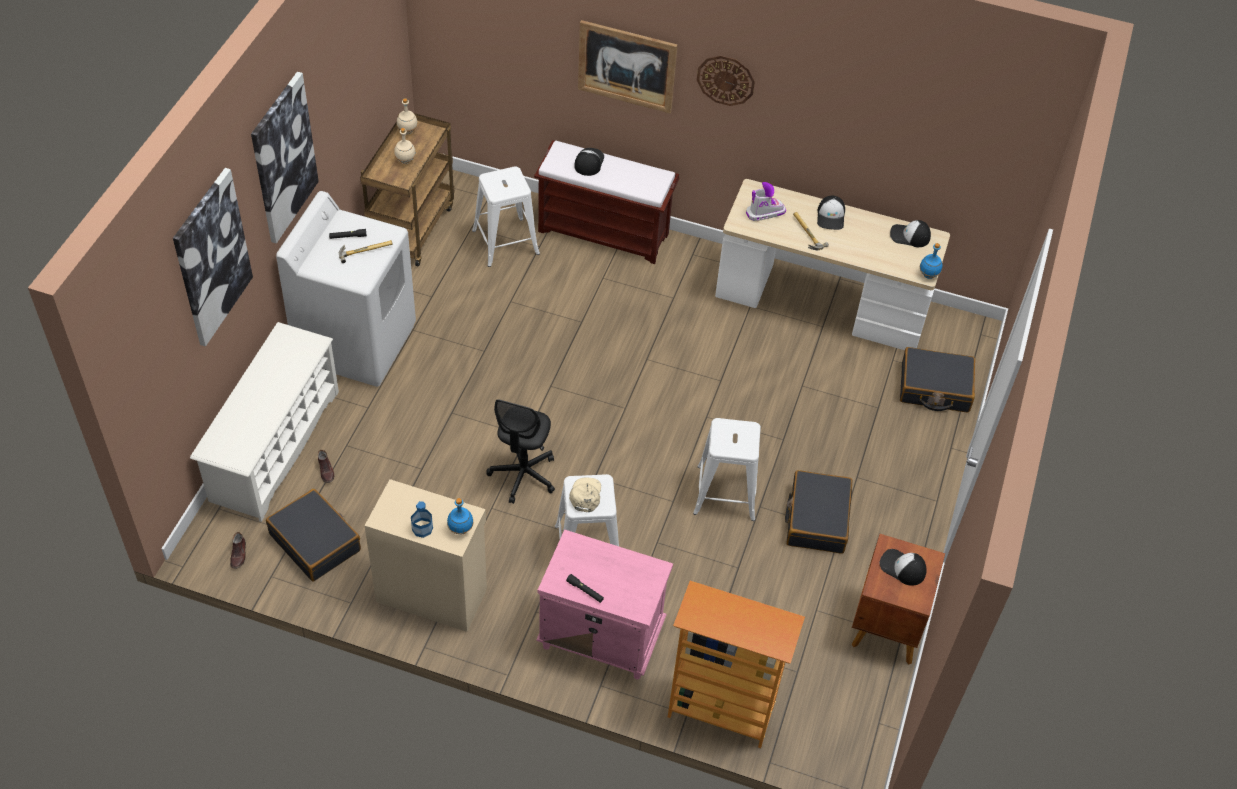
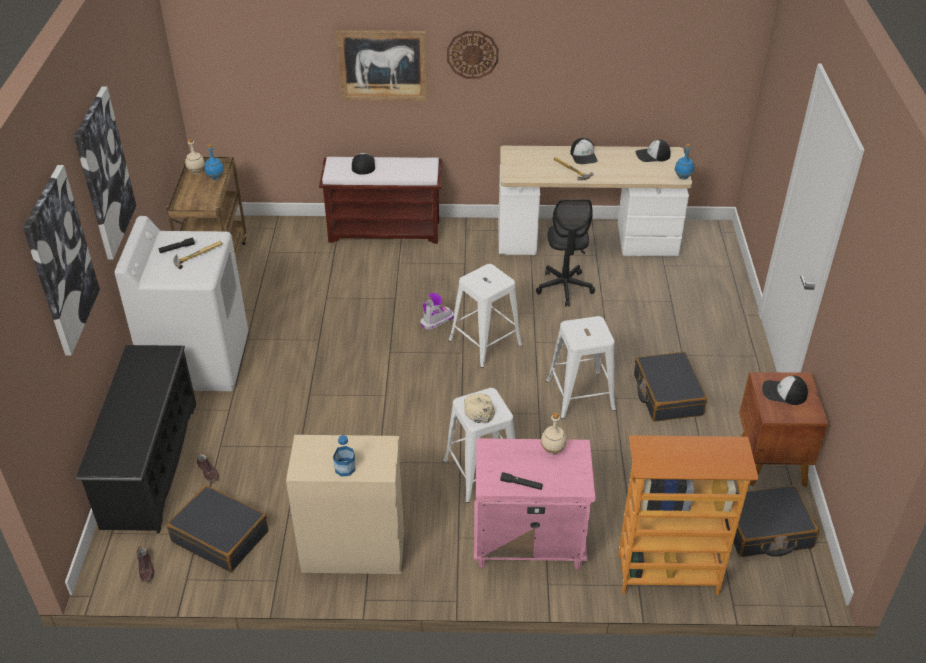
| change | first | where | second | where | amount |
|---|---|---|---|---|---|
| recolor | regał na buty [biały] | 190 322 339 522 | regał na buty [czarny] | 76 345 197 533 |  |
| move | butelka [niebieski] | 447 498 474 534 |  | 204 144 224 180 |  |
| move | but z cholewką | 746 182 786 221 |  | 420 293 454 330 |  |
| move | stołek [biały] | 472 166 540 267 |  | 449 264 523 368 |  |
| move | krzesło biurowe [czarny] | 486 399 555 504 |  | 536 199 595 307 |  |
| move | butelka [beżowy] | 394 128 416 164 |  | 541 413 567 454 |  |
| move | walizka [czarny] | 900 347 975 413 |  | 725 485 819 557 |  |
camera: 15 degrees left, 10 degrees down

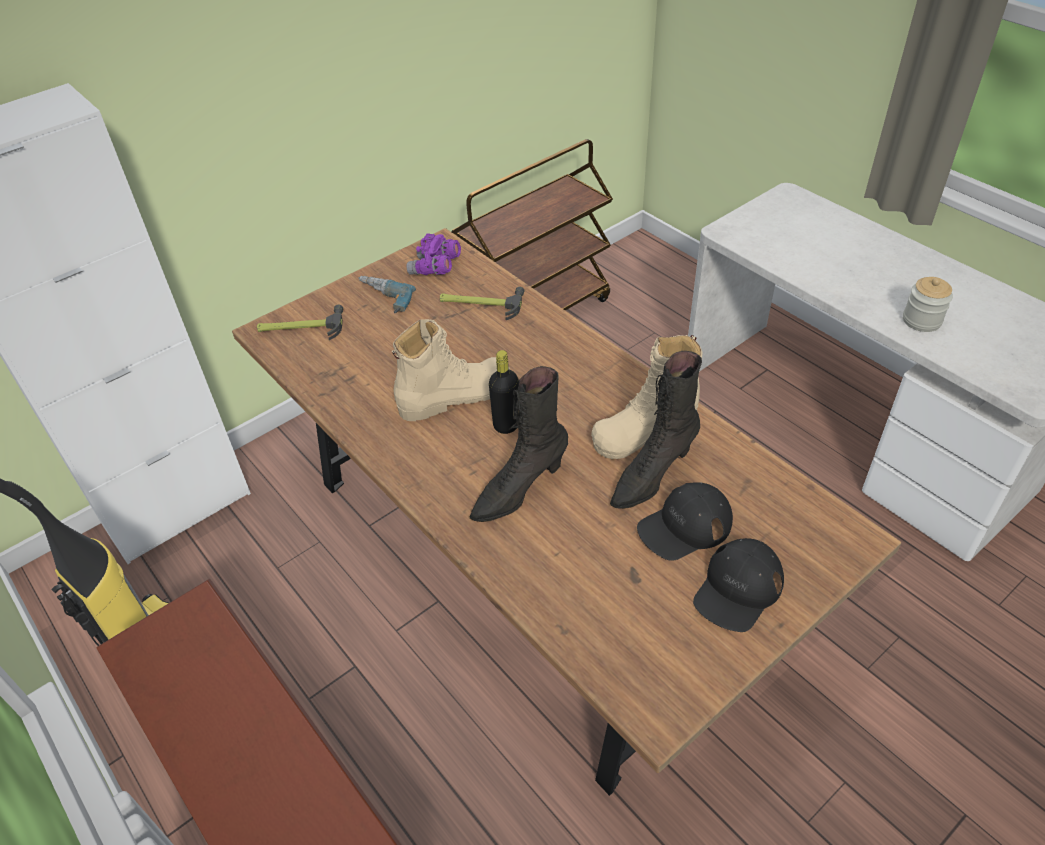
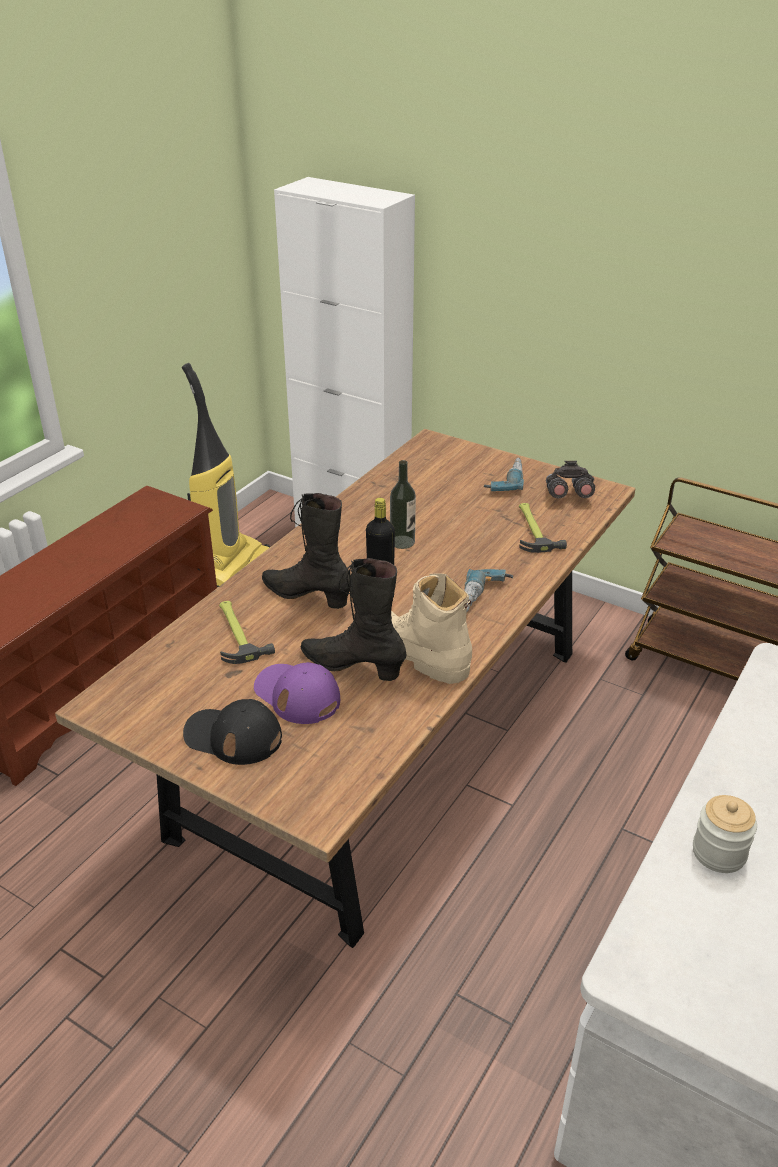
| change | first | where | second | where | amount |
|---|---|---|---|---|---|
| move | młotek | 257 304 343 340 |  | 219 601 275 664 |  |
| recolor | czapka z daszkiem [czarny] | 637 482 733 561 | czapka z daszkiem [fioletowy] | 254 662 340 724 |  |
| replace | but z cholewką [beżowy] | 392 319 510 421 | butelka | 390 460 416 549 |  |
| insert |  |  | wiertarka | 464 569 513 612 |  |
| recolor | lornetka [fioletowy] | 406 233 461 275 | lornetka [szary] | 546 461 595 498 |  |
camera: 70 degrees right, 10 degrees down

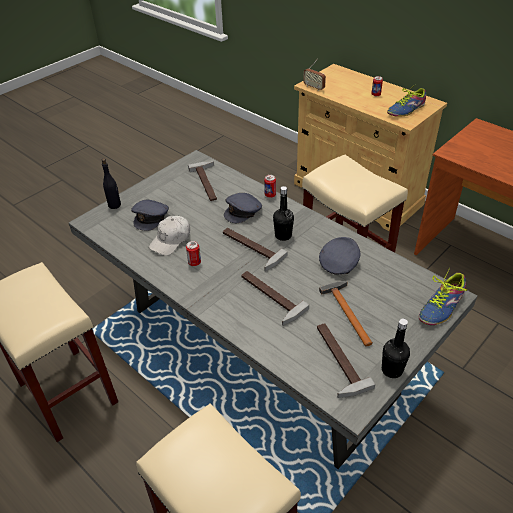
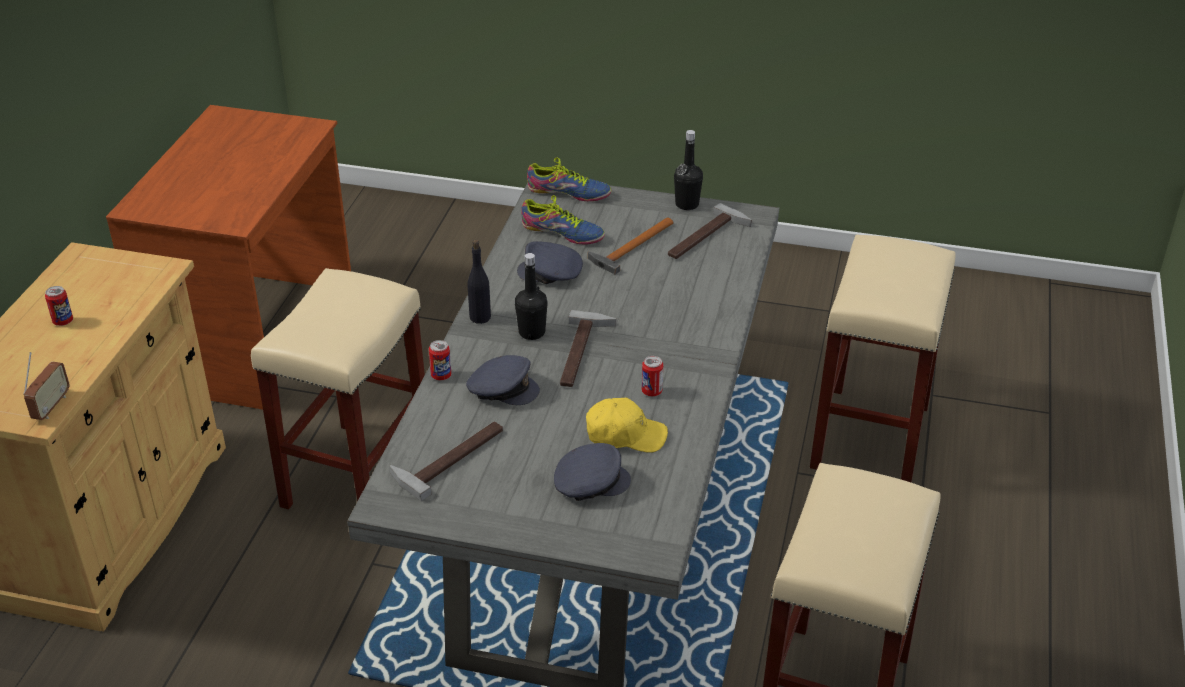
| change | first | where | second | where | amount |
|---|---|---|---|---|---|
| move | butelka [czarny] | 102 158 121 209 |  | 467 240 491 324 |  |
| move | but | 387 84 426 117 |  | 521 195 605 244 |  |
| recolor | czapka z daszkiem [biały] | 149 216 190 256 | czapka z daszkiem [żółty] | 586 398 668 453 |  |
| delete | młotek | 241 271 309 326 |  |  |  |
camera: 120 degrees left, 5 degrees down

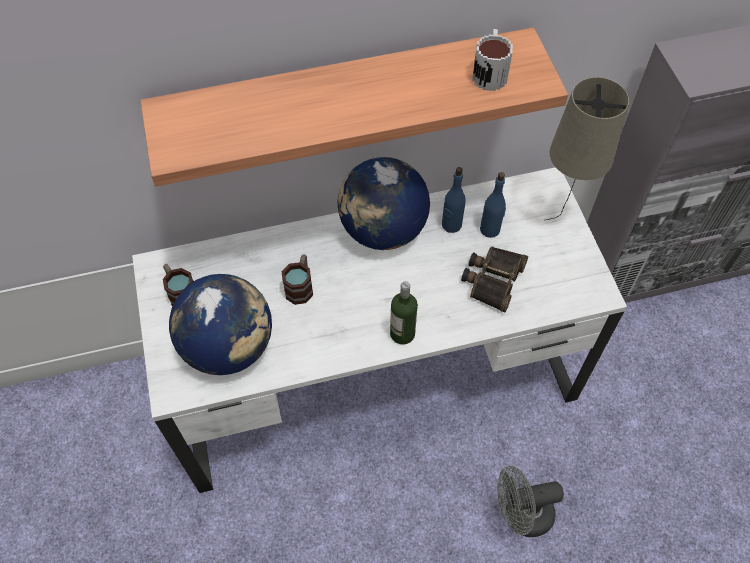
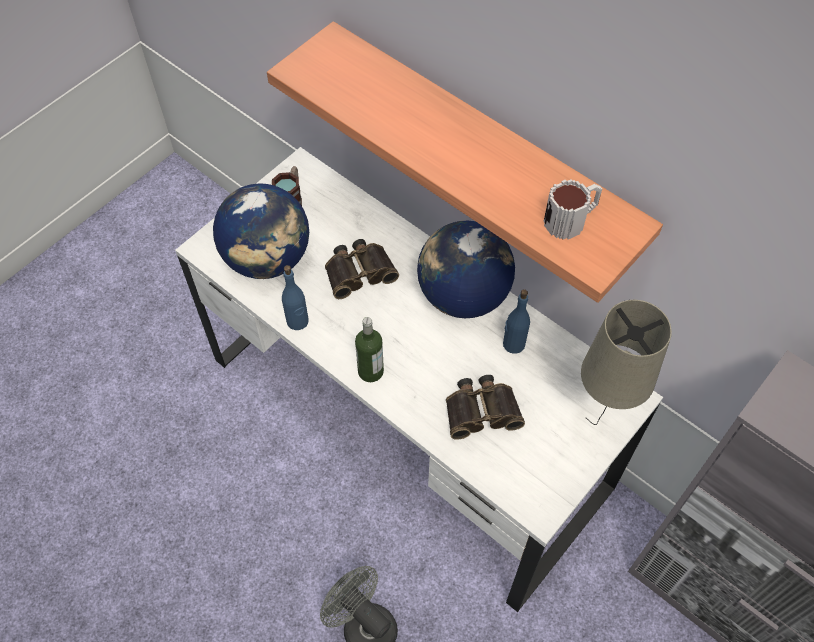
| change | first | where | second | where | amount |
|---|---|---|---|---|---|
| move | butelka [niebieski] | 480 172 506 238 |  | 282 265 309 330 |  |
| replace | kubek | 282 254 313 305 | lornetka | 325 239 399 299 |  |
camera: 55 degrees right, 0 degrees up

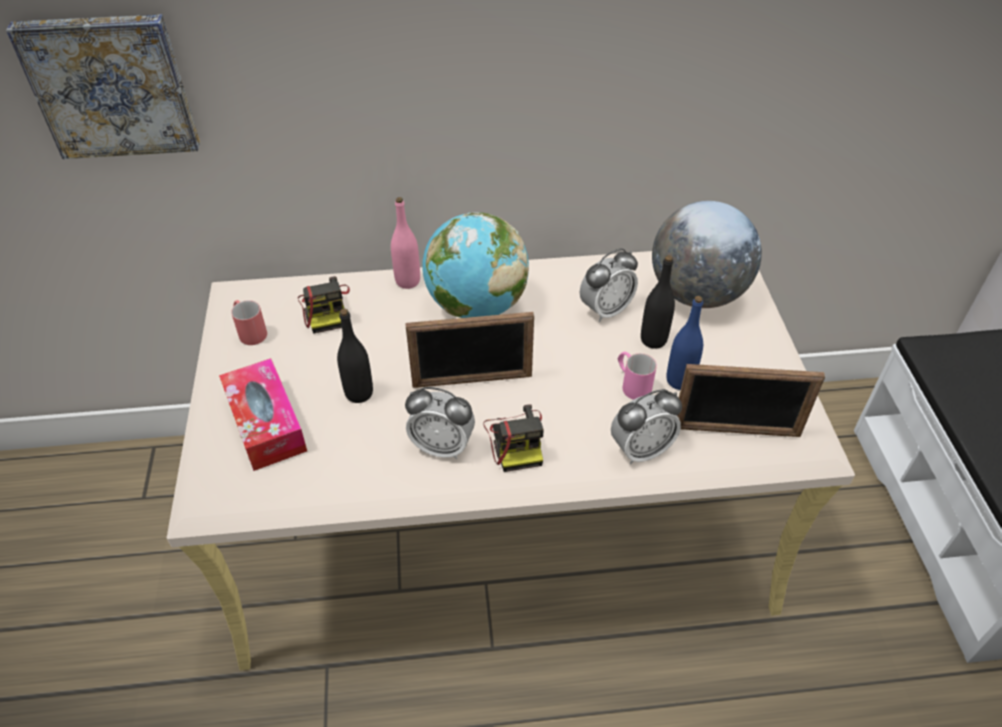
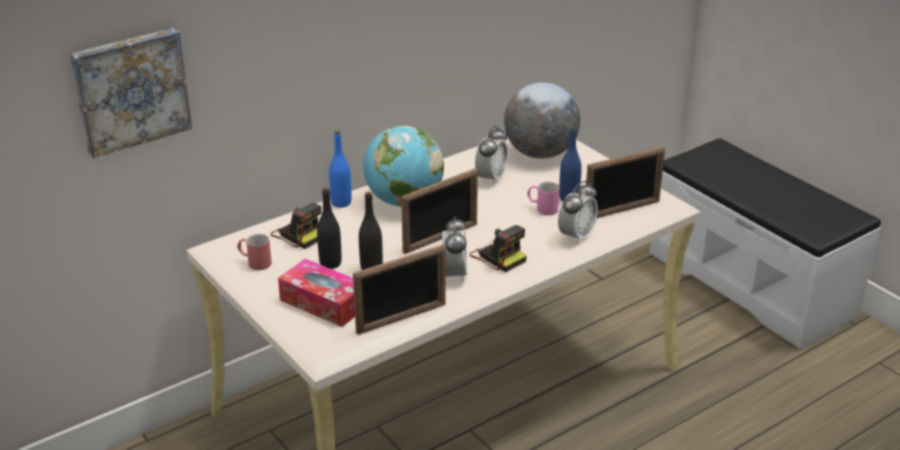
| change | first | where | second | where | amount |
|---|---|---|---|---|---|
| move | butelka [czarny] | 641 255 675 349 |  | 317 187 342 269 |  |
| recolor | butelka [różowy] | 391 197 420 289 | butelka [niebieski] | 329 131 351 208 |  |
| insert |  |  | ramka na zdjęcie | 353 244 446 335 |  |
| rotate | budzik | 405 387 475 459 |  | 442 216 468 282 | 75 degrees counterclockwise |
camera: 30 degrees left, 15 degrees down

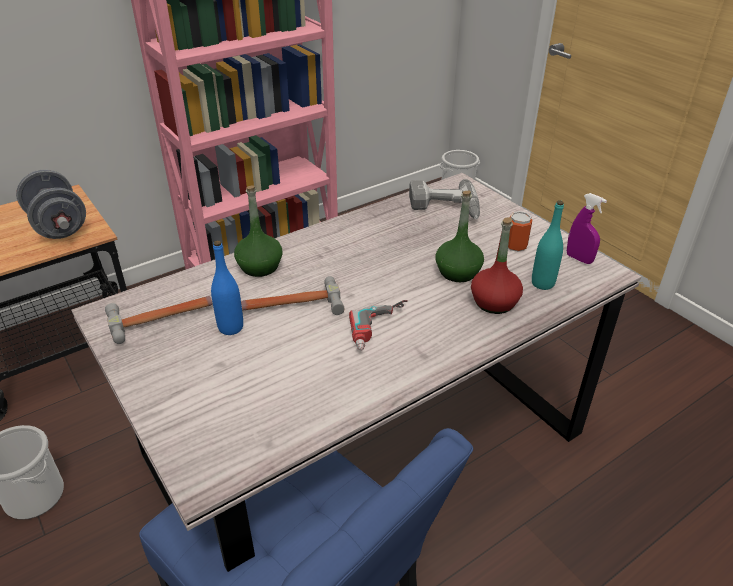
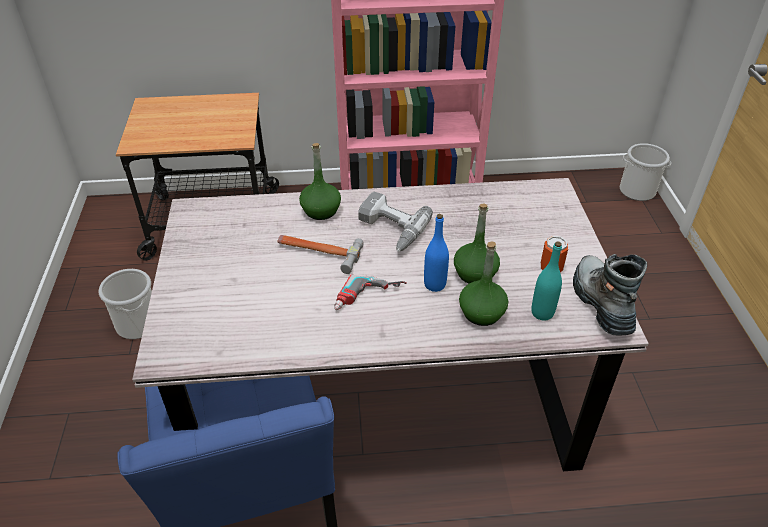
| change | first | where | second | where | amount |
|---|---|---|---|---|---|
| move | wiertarka | 409 179 480 219 |  | 358 192 433 252 |  |
| move | butelka [niebieski] | 211 241 243 335 |  | 424 214 449 292 |  |
| recolor | butelka [czerwony] | 471 217 523 314 | butelka [zielony] | 459 241 508 326 |  |
| replace | spryskiwacz [fioletowy] | 567 193 607 264 | but z cholewką | 573 254 647 335 |  |
| delete | hantel [szary] | 16 169 86 239 |  |  |  |
| delete | młotek | 105 296 213 344 |  |  |  |
camera: 30 degrees right, 5 degrees up

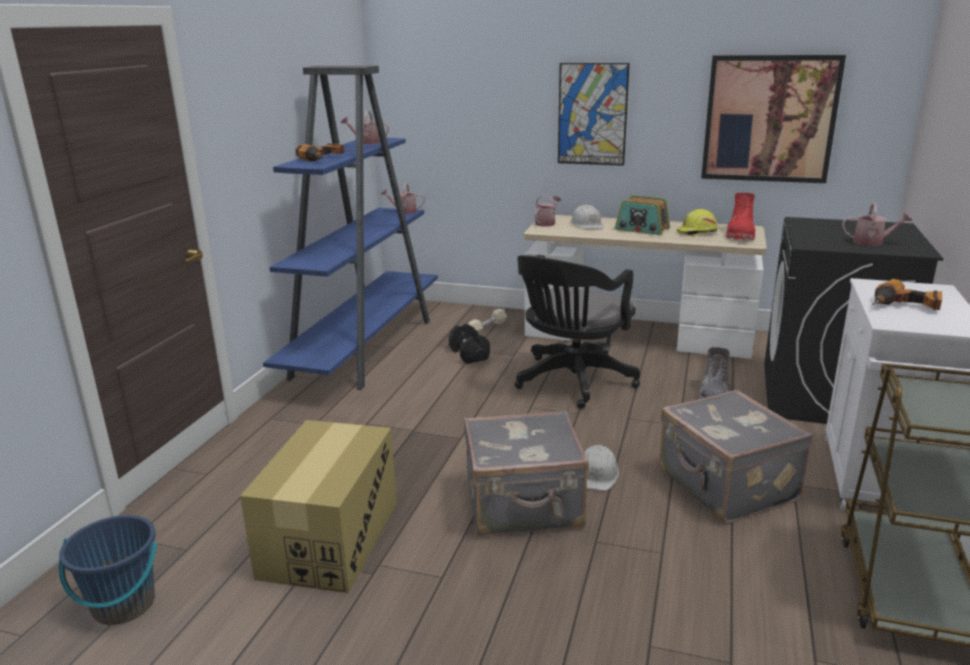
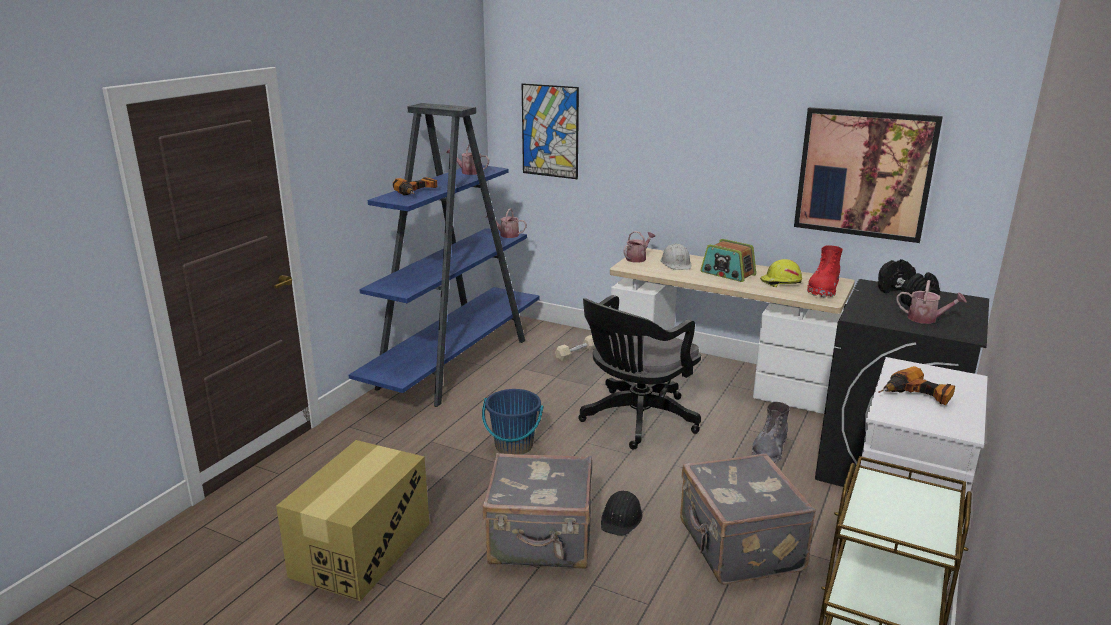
| change | first | where | second | where | amount |
|---|---|---|---|---|---|
| move | wiadro [niebieski] | 58 515 157 625 |  | 482 389 544 455 |  |
| move | obraz | 558 63 630 166 |  | 522 83 579 179 |  |
| recolor | kask [biały] | 584 445 619 491 | kask [czarny] | 601 491 643 536 |  |
| move | hantel [czarny] | 449 324 490 364 |  | 878 259 940 307 |  |
camera: 10 degrees right, 0 degrees up

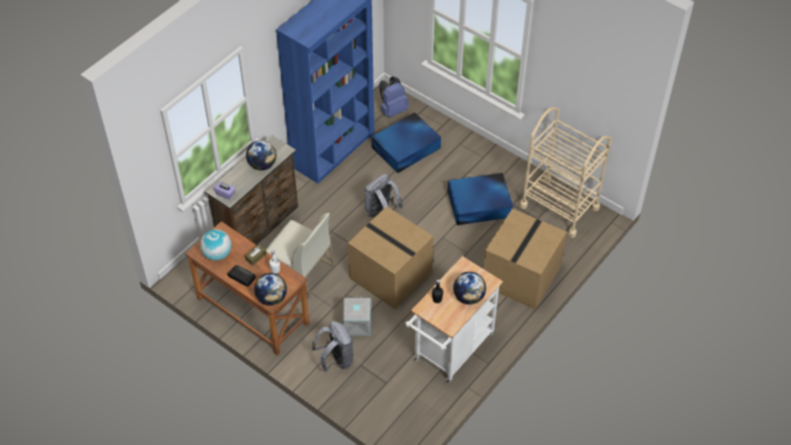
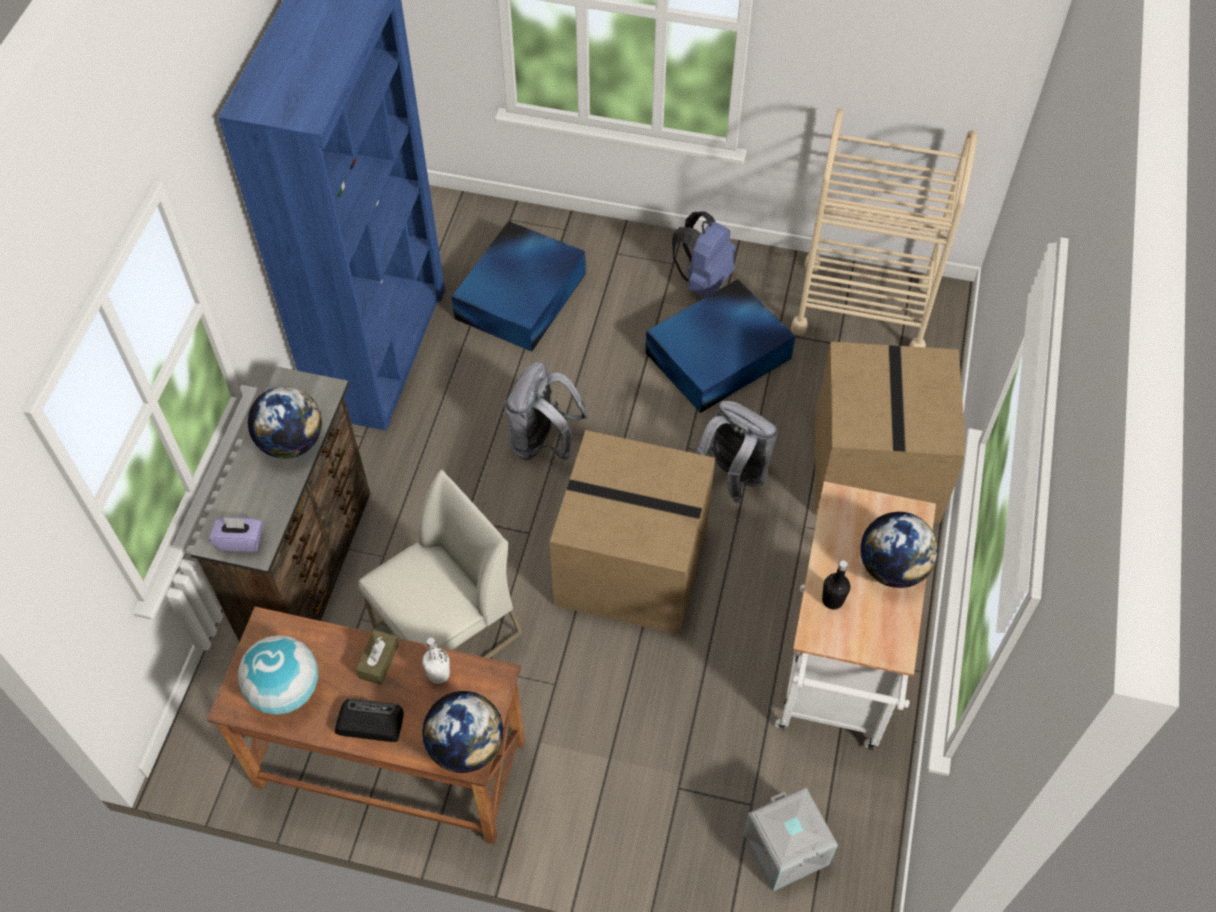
| change | first | where | second | where | amount |
|---|---|---|---|---|---|
| rotate | krzesło [biały] | 266 213 335 298 |  | 358 469 522 658 | 45 degrees counterclockwise |
| move | plecak [niebieski] | 379 76 409 117 |  | 672 211 735 297 |  |
| move | plecak [szary] | 312 321 354 372 |  | 695 401 778 503 |  |
| move | pojemnik do przechowywania [szary] | 343 296 371 336 |  | 743 787 838 891 |  |
camera: 25 degrees left, 5 degrees up

